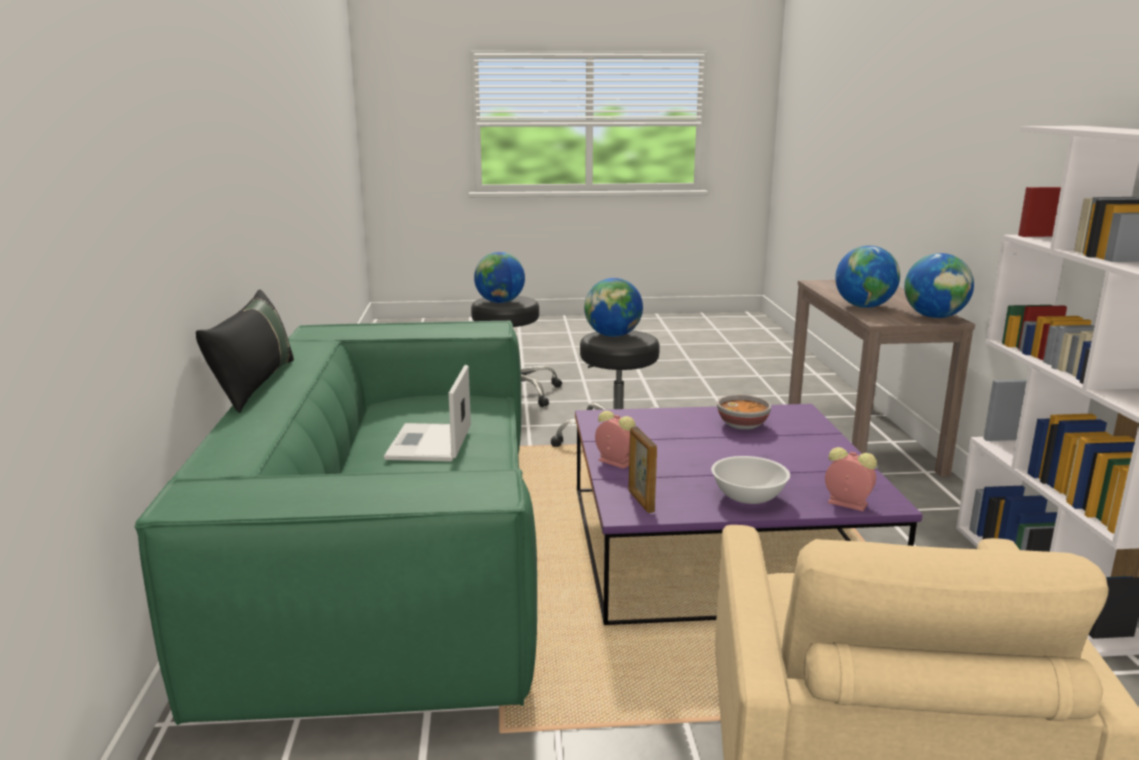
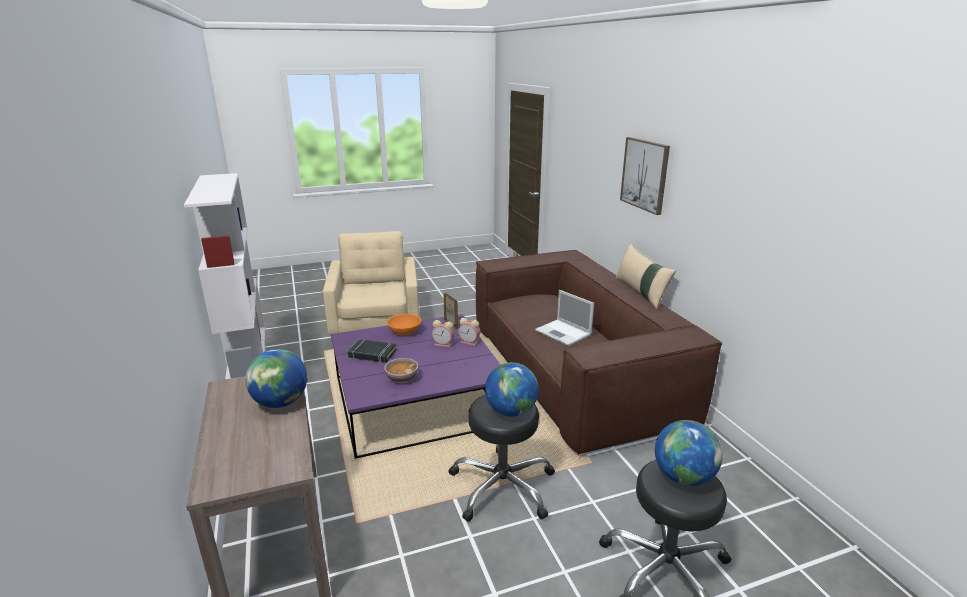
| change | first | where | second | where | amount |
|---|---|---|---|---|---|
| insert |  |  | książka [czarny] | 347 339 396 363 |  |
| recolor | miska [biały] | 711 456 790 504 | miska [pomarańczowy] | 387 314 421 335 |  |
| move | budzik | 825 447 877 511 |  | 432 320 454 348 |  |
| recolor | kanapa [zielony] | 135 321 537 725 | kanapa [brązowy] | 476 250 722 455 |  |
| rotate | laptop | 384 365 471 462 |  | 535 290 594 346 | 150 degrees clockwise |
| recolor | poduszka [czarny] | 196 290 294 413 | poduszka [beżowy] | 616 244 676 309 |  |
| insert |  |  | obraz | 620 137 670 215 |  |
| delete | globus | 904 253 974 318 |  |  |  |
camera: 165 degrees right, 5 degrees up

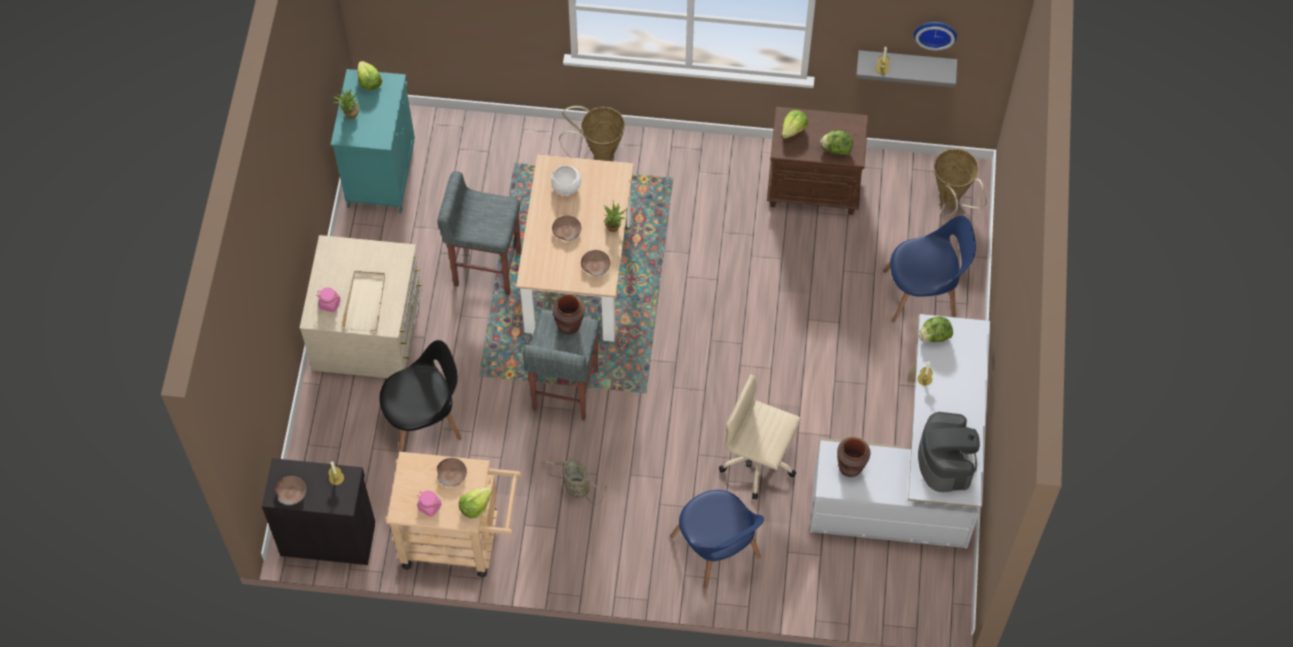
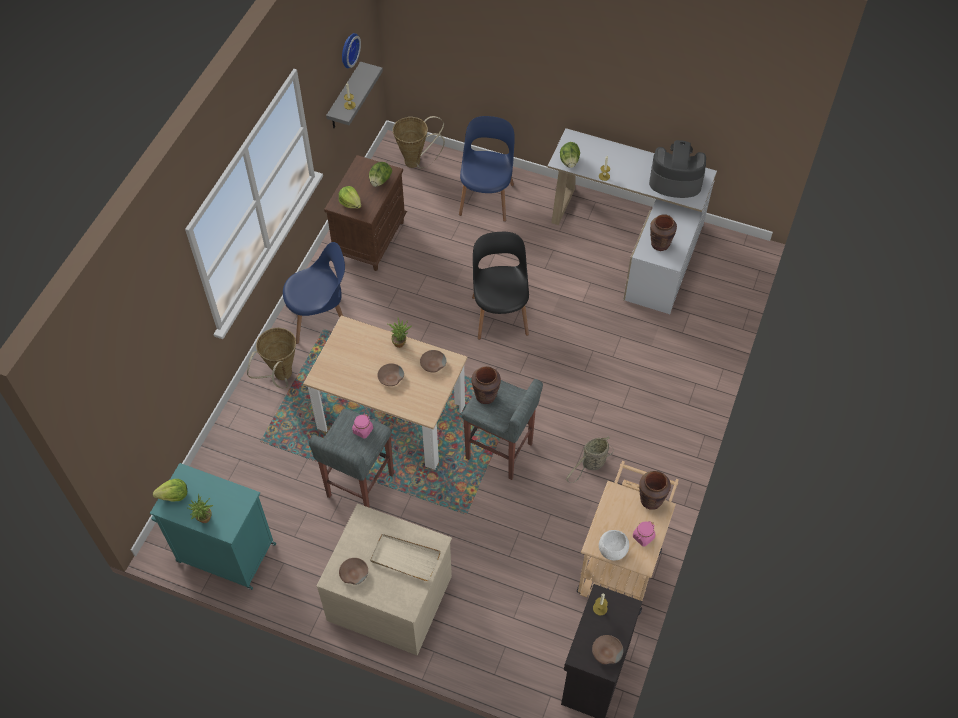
| change | first | where | second | where | amount |
|---|---|---|---|---|---|
| move | krzesło [niebieski] | 670 490 764 589 |  | 283 242 345 344 |  |
| move | miska [brązowy] | 437 458 467 487 |  | 339 558 368 585 |  |
| move | słoik [różowy] | 317 287 341 312 |  | 352 414 373 439 |  |
| move | krzesło [czarny] | 379 340 461 455 |  | 472 232 529 340 |  |
| move | miska [biały] | 551 166 581 195 |  | 599 530 629 560 |  |
| replace | sałata | 459 487 492 518 | wazon [brązowy] | 639 471 671 510 |  |
| delete | krzesło biurowe [beżowy] | 719 374 801 499 |  |  |  |
camera: 75 degrees left, 5 degrees down

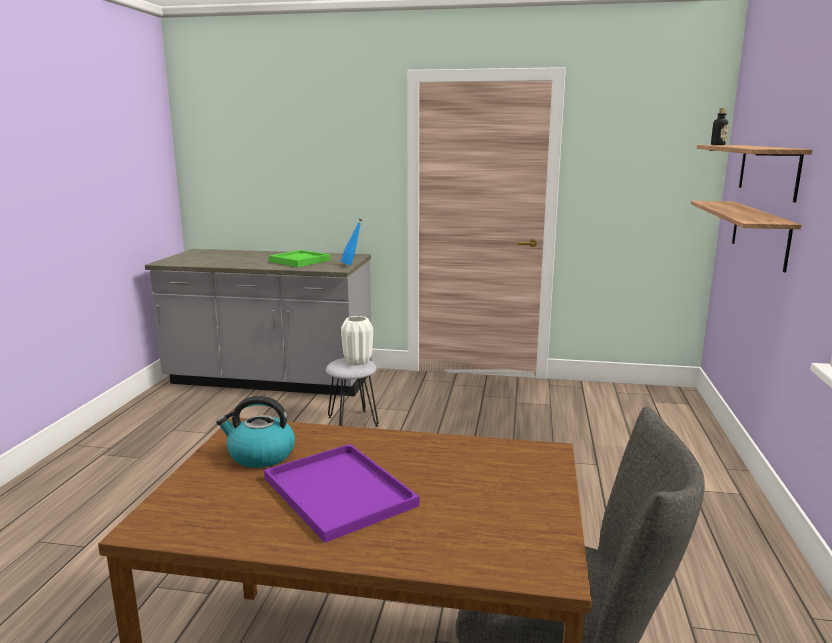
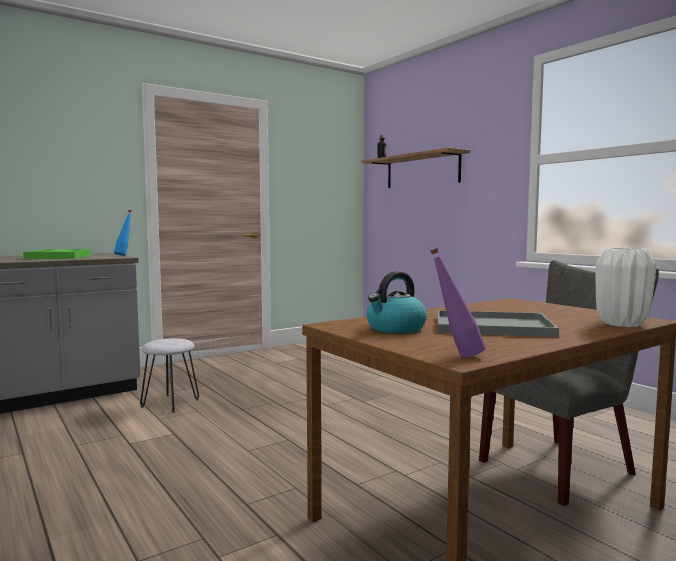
| change | first | where | second | where | amount |
|---|---|---|---|---|---|
| insert |  |  | butelka [fioletowy] | 430 248 486 357 |  |
| recolor | taca [fioletowy] | 264 444 420 543 | taca [szary] | 437 310 559 337 |  |
| move | wazon [biały] | 341 316 373 365 |  | 595 248 656 327 |  |
| delete | półka | 691 201 801 273 |  |  |  |
camera: 45 degrees left, 10 degrees down

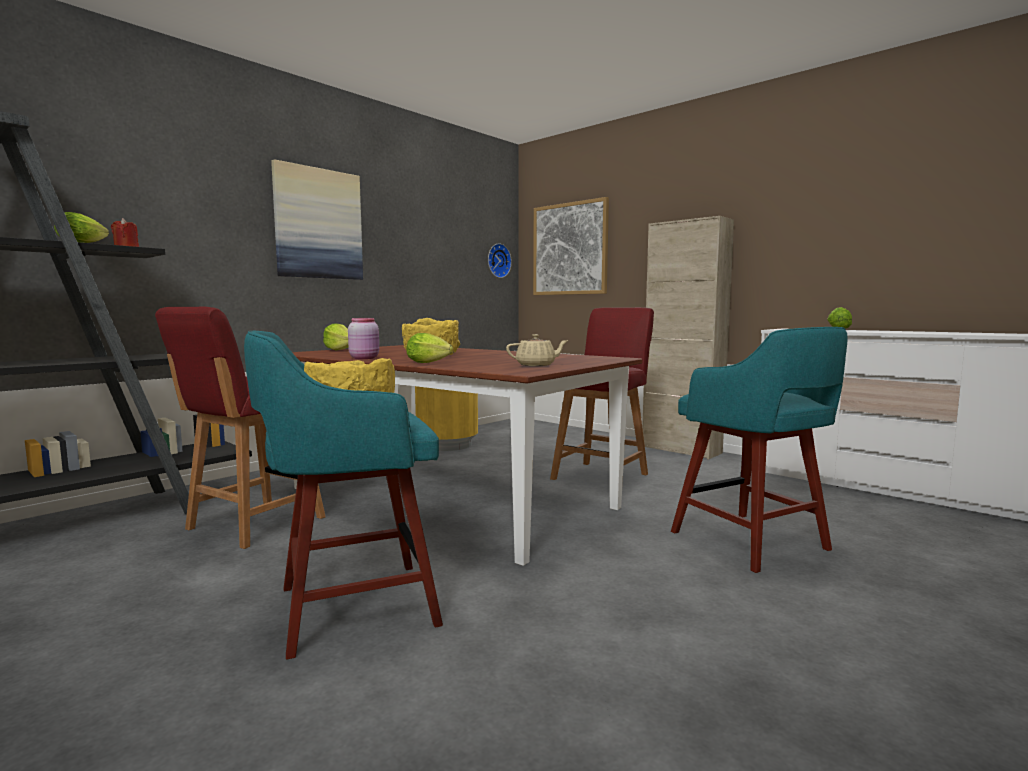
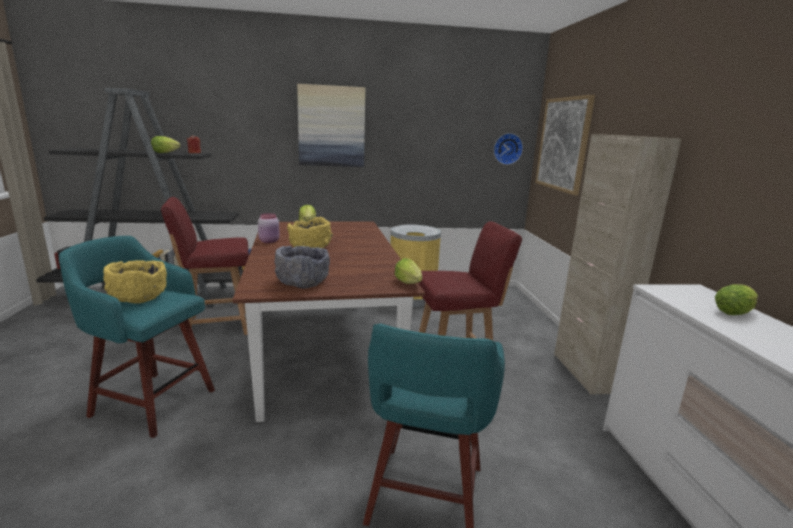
| change | first | where | second | where | amount |
|---|---|---|---|---|---|
| replace | imbryk [beżowy] | 506 334 569 366 | miska [szary] | 274 246 330 289 |  |
| move | sałata | 406 333 453 363 |  | 395 258 422 284 |  |
camera: 40 degrees right, 10 degrees up

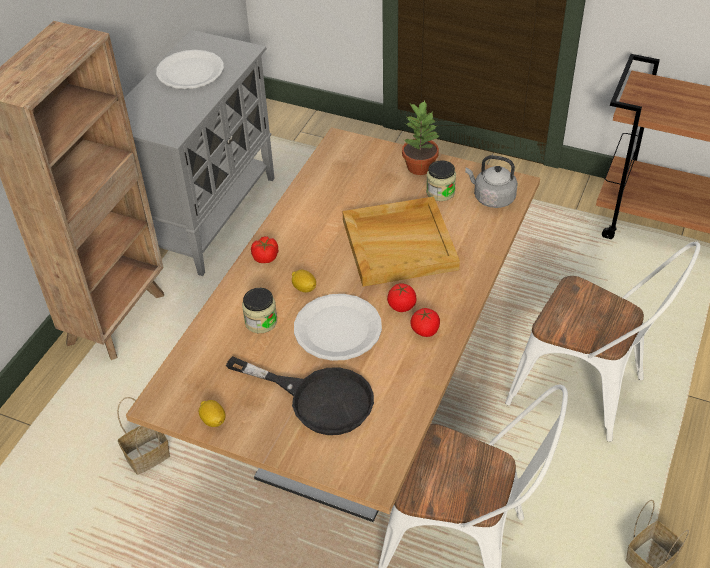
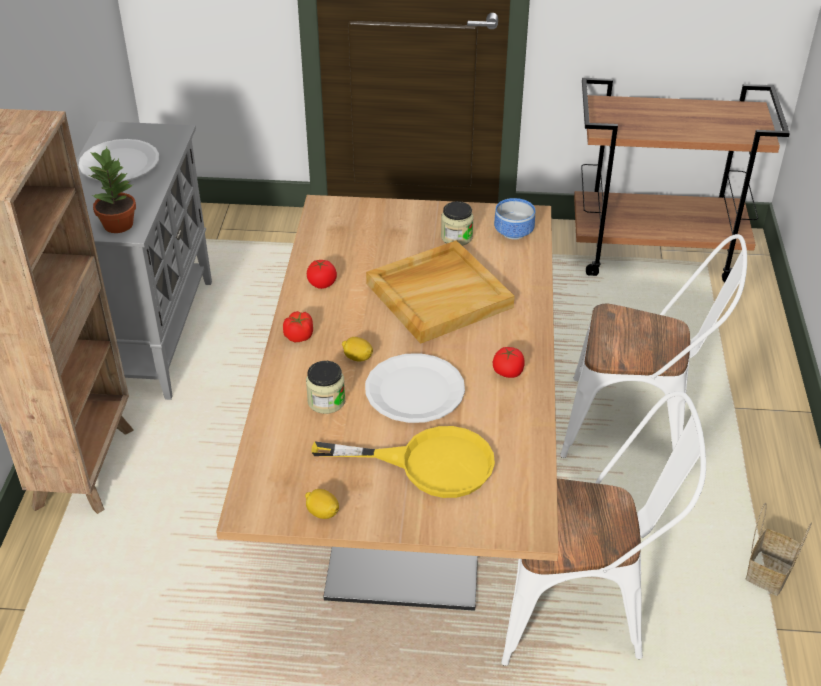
| change | first | where | second | where | amount |
|---|---|---|---|---|---|
| move | roślina doniczkowa | 402 100 439 175 |  | 89 147 136 233 |  |
| move | pomidor | 387 283 417 312 |  | 307 260 337 289 |  |
| recolor | patelnia [czarny] | 226 356 374 435 | patelnia [żółty] | 311 426 495 498 |  |
| replace | czajnik [szary] | 465 155 518 208 | miska | 494 198 535 240 |  |
| delete | koszyk | 117 397 170 475 |  |  |  |
camera: 20 degrees left, 5 degrees down

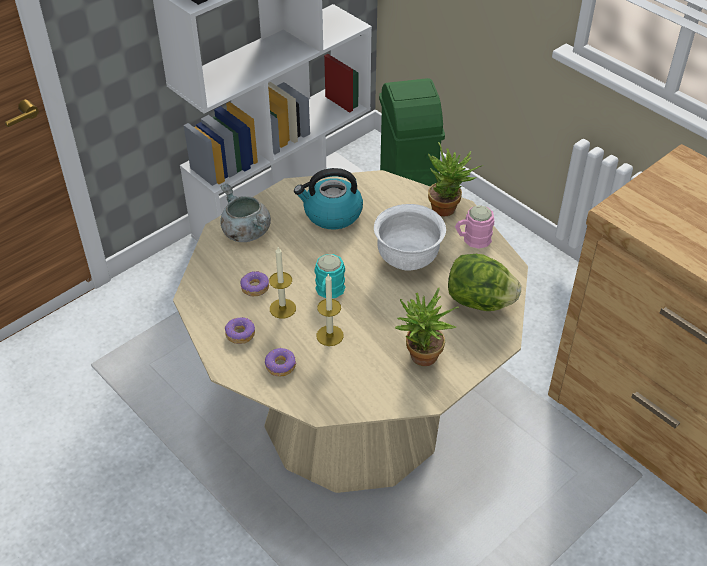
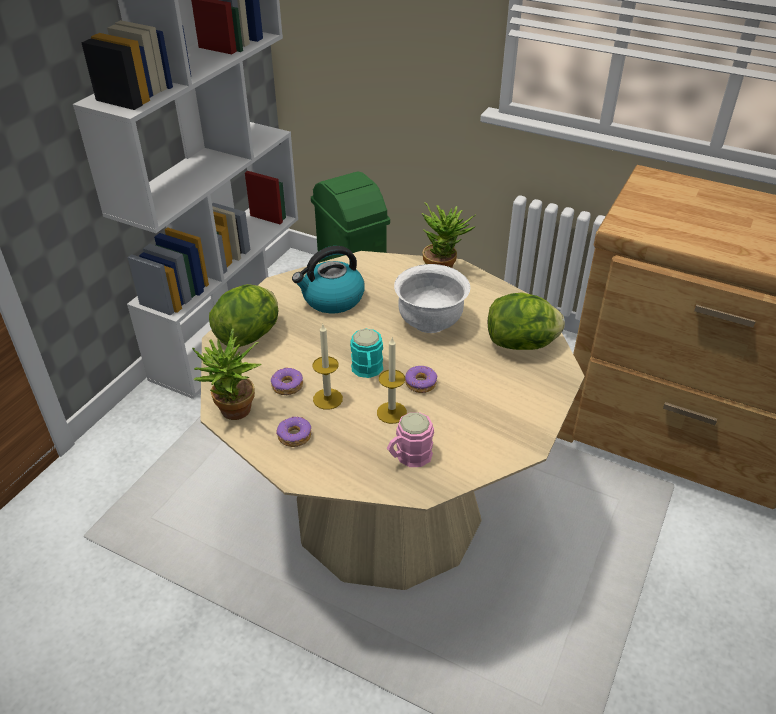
| change | first | where | second | where | amount |
|---|---|---|---|---|---|
| move | roślina doniczkowa | 395 288 459 366 |  | 192 328 262 420 |  |
| replace | garnek [szary] | 220 183 271 242 | sałata | 209 284 279 347 |  |
| move | kubek [różowy] | 455 205 494 249 |  | 387 412 434 467 |  |
| move | donut | 265 348 296 376 |  | 405 366 437 393 |  |
camera: 20 degrees left, 5 degrees down

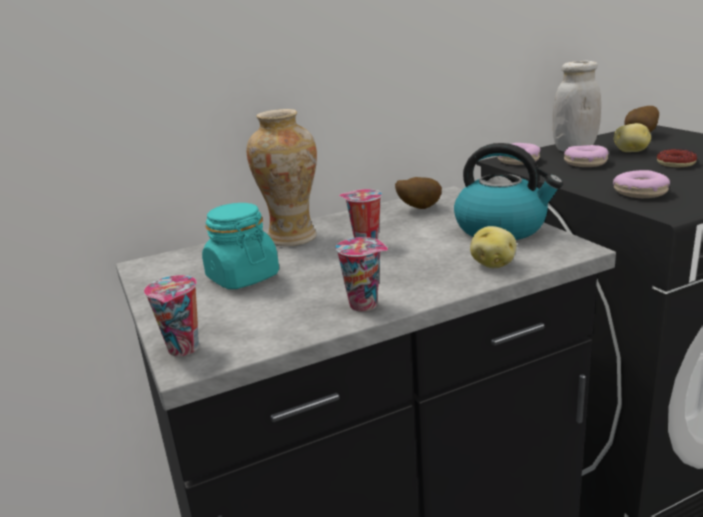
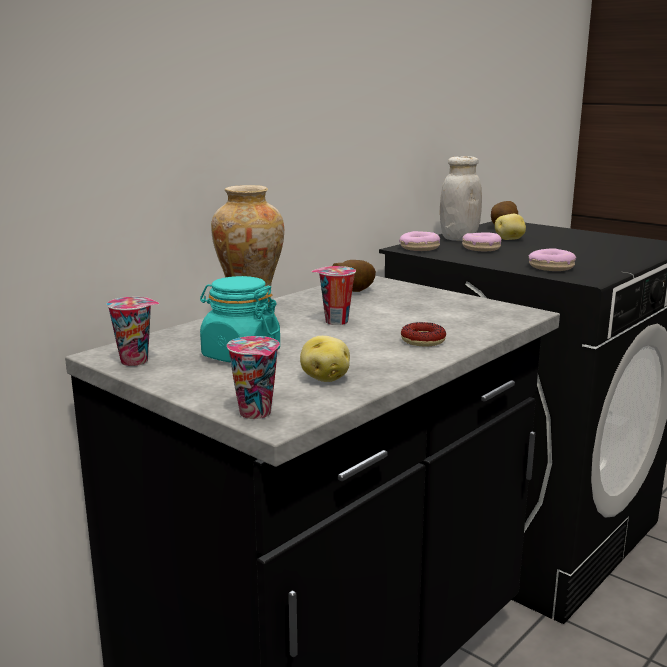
| change | first | where | second | where | amount |
|---|---|---|---|---|---|
| move | filiżanka | 335 237 388 311 |  | 107 297 159 366 |  |
| move | ziemniak | 470 226 516 268 |  | 300 336 350 382 |  |
| move | donut | 657 149 697 168 |  | 401 322 446 347 |  |
| delete | czajnik | 454 143 563 240 |  |  |  |
camera: 25 degrees left, 5 degrees down

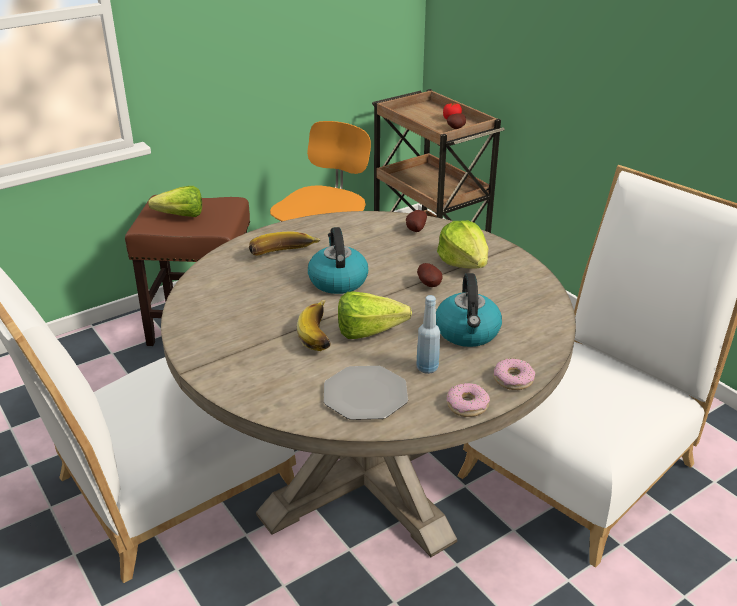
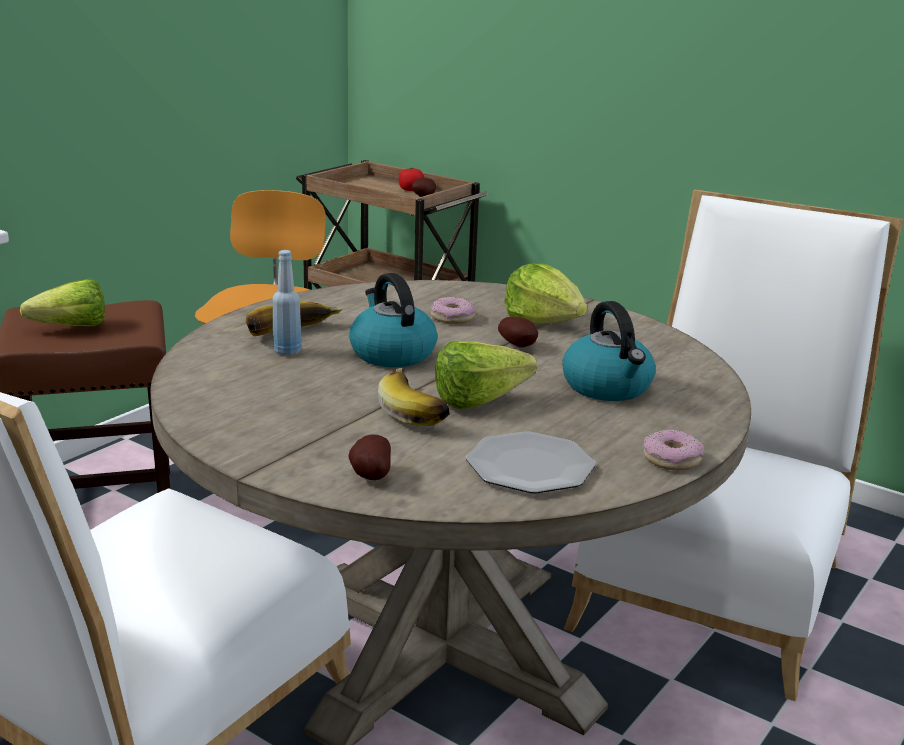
| change | first | where | second | where | amount |
|---|---|---|---|---|---|
| move | butelka [niebieski] | 416 295 440 374 |  | 272 250 301 356 |  |
| move | ziemniak | 406 210 427 232 |  | 348 434 391 480 |  |
| move | donut | 493 358 535 390 |  | 431 297 476 324 |  |
camera: 20 degrees left, 10 degrees down

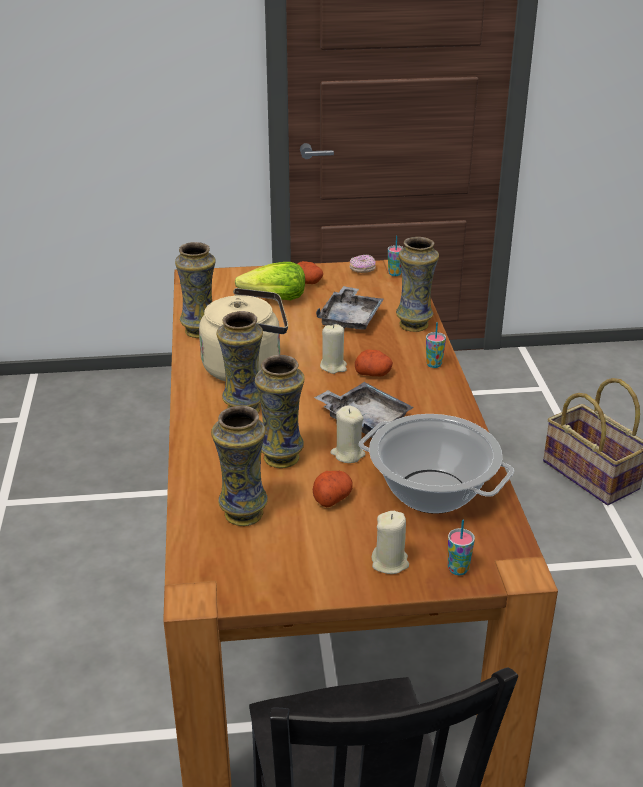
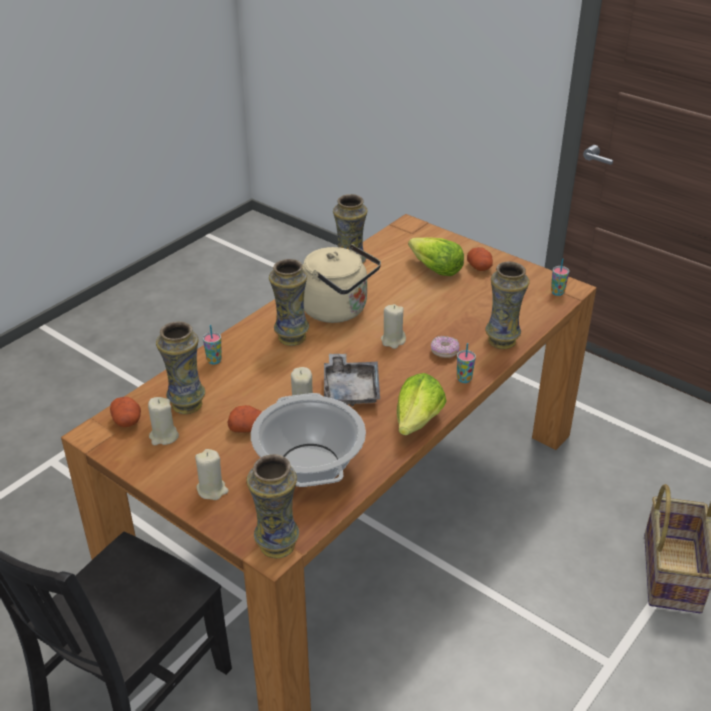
| change | first | where | second | where | amount |
|---|---|---|---|---|---|
| move | ziemniak | 355 349 393 376 |  | 110 397 141 427 |  |
| insert |  |  | świeca [beżowy] | 148 397 179 446 |  |
| move | filiżanka | 448 520 475 575 |  | 203 325 222 364 |  |
| move | wazon | 255 355 305 468 |  | 246 454 299 558 |  |
| insert |  |  | sałata | 397 373 447 436 |  |
| move | donut | 350 254 376 273 |  | 431 336 459 358 |  |
| delete | taca [szary] | 316 286 384 330 |  |  |  |
camera: 45 degrees right, 5 degrees up

